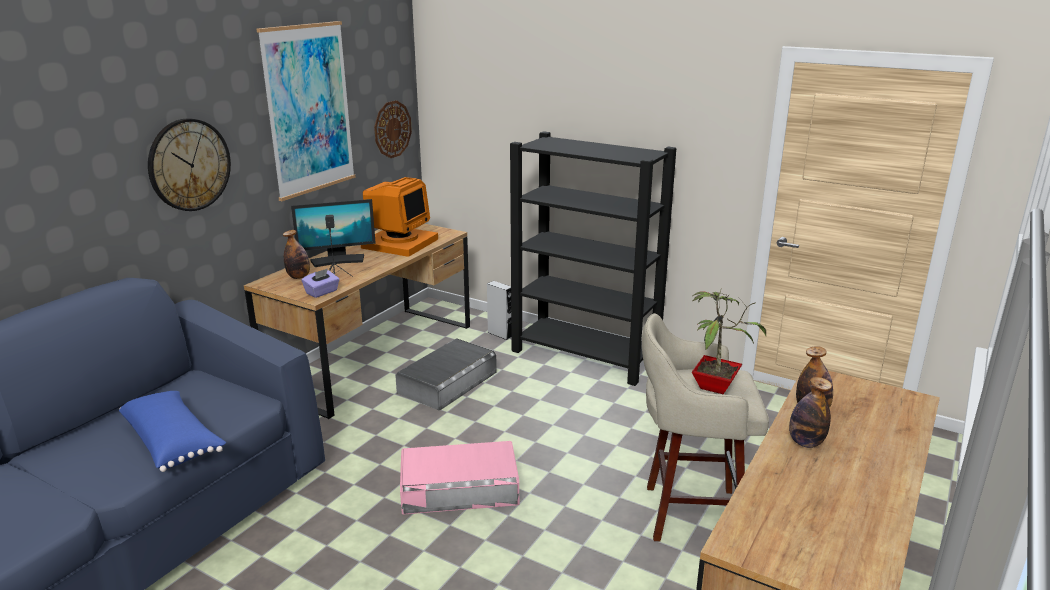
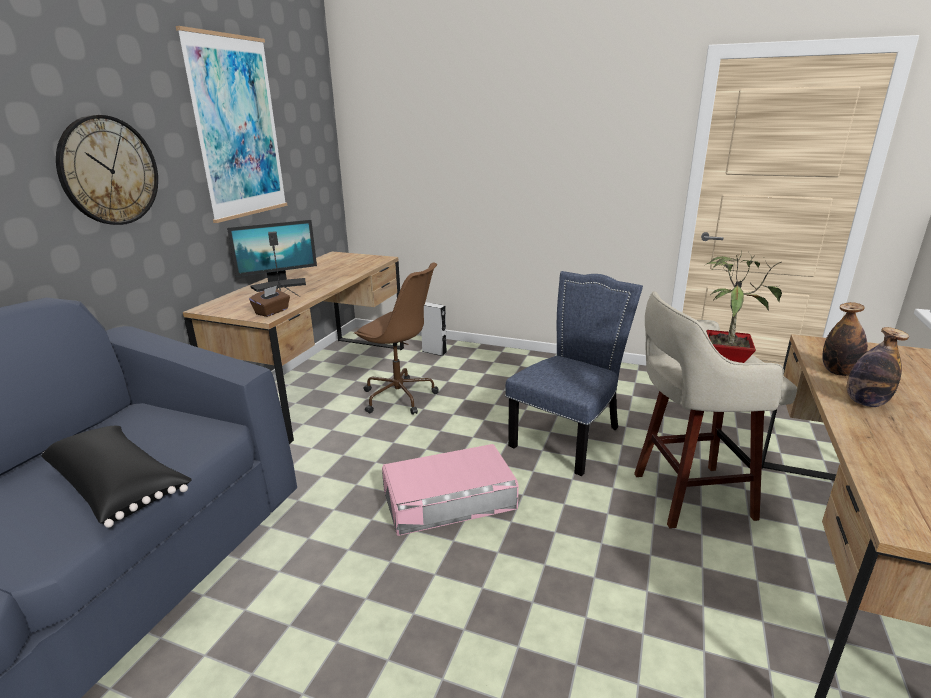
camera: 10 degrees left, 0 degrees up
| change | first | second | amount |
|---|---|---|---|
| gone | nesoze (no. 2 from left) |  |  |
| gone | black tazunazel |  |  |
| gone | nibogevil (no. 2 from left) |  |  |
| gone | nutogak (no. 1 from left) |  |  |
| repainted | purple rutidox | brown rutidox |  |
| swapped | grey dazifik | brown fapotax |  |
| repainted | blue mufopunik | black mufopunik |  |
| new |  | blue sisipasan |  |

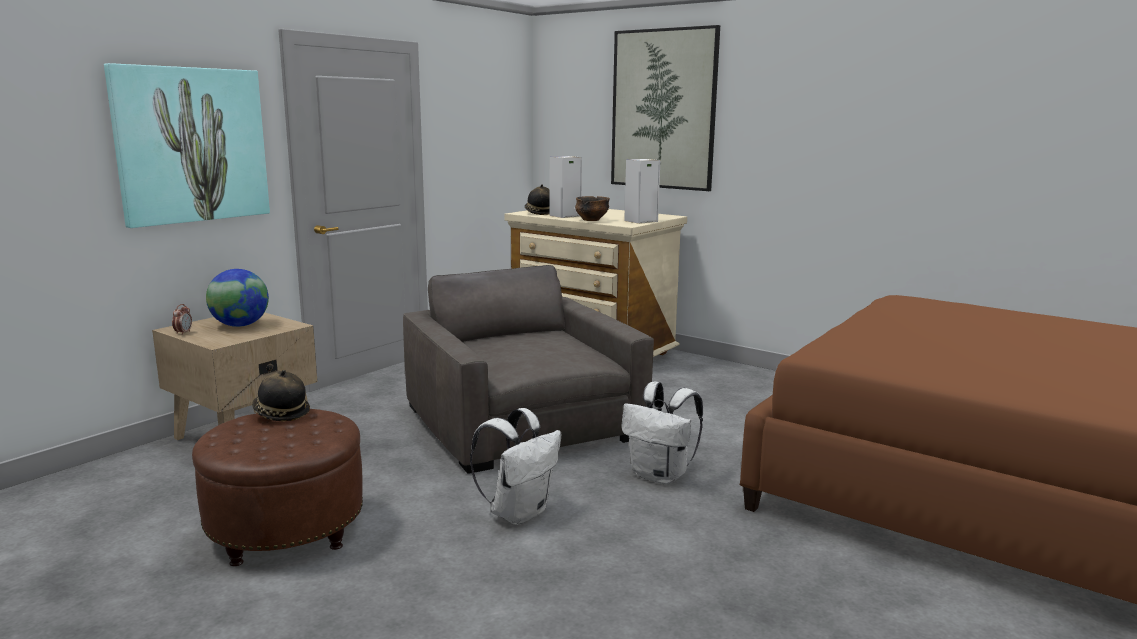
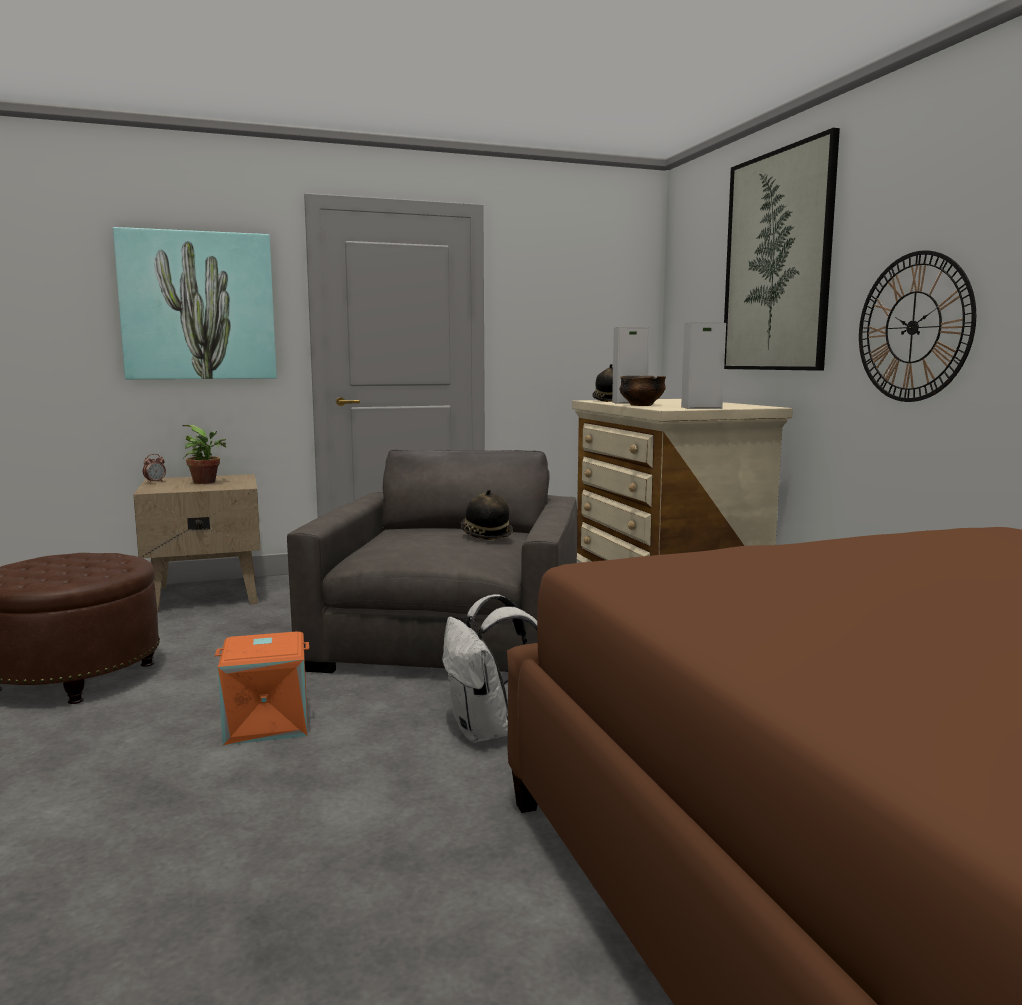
camera: 35 degrees right, 5 degrees down
| change | first | second | amount |
|---|---|---|---|
| swapped | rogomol | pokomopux |  |
| shifted | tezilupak (no. 1 from left) |  |  |
| swapped | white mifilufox (no. 1 from left) | orange dazifik |  |
| new |  | nesoze |  |

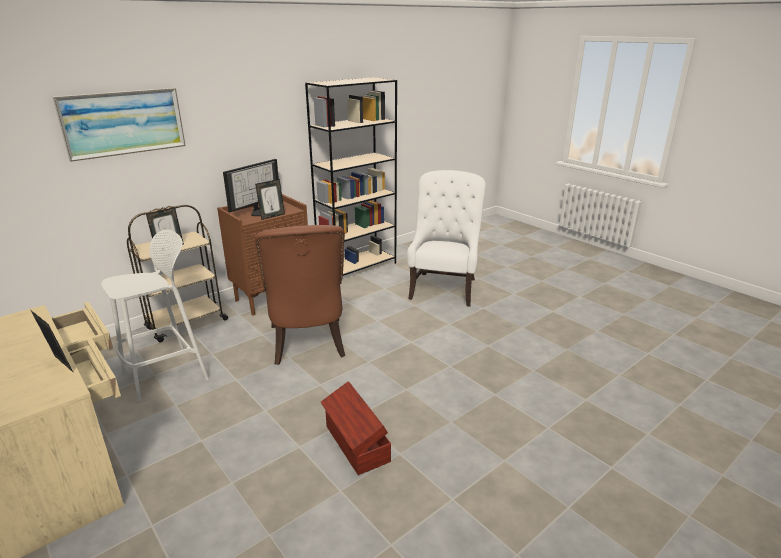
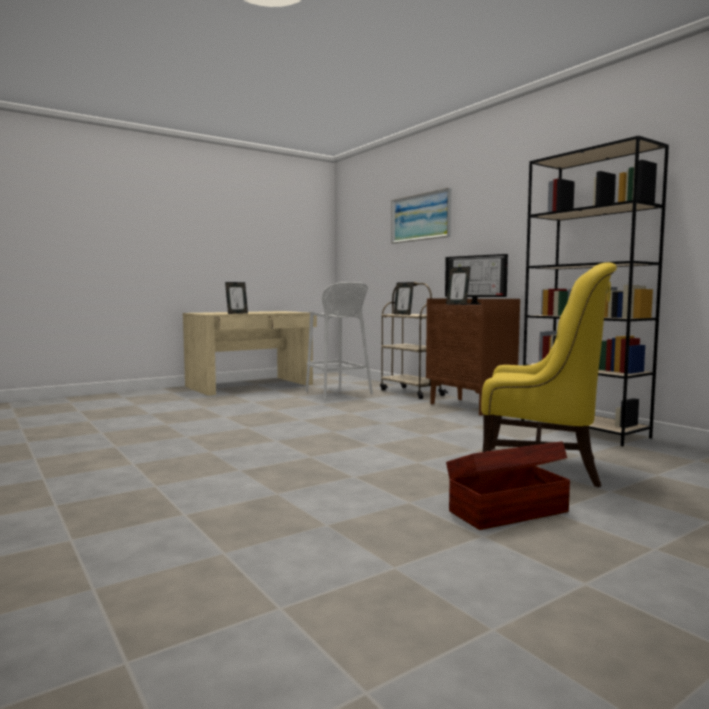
camera: 95 degrees right, 20 degrees down
| change | first | second | amount |
|---|---|---|---|
| repainted | white sisipasan | yellow sisipasan |  |
| gone | brown sisipasan |  |  |
| shifted | brown dazifik |  |  |

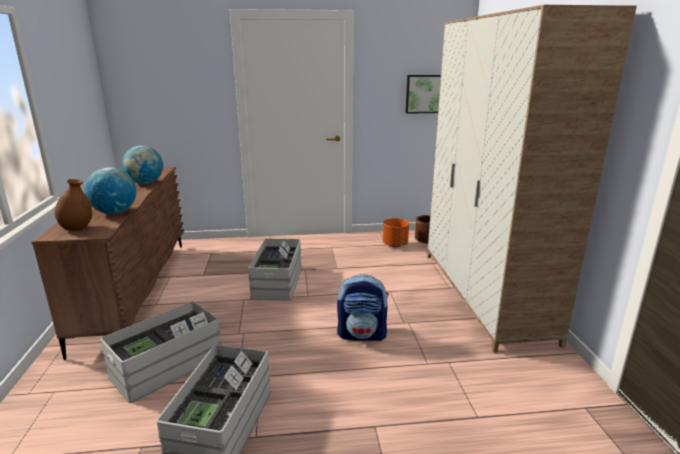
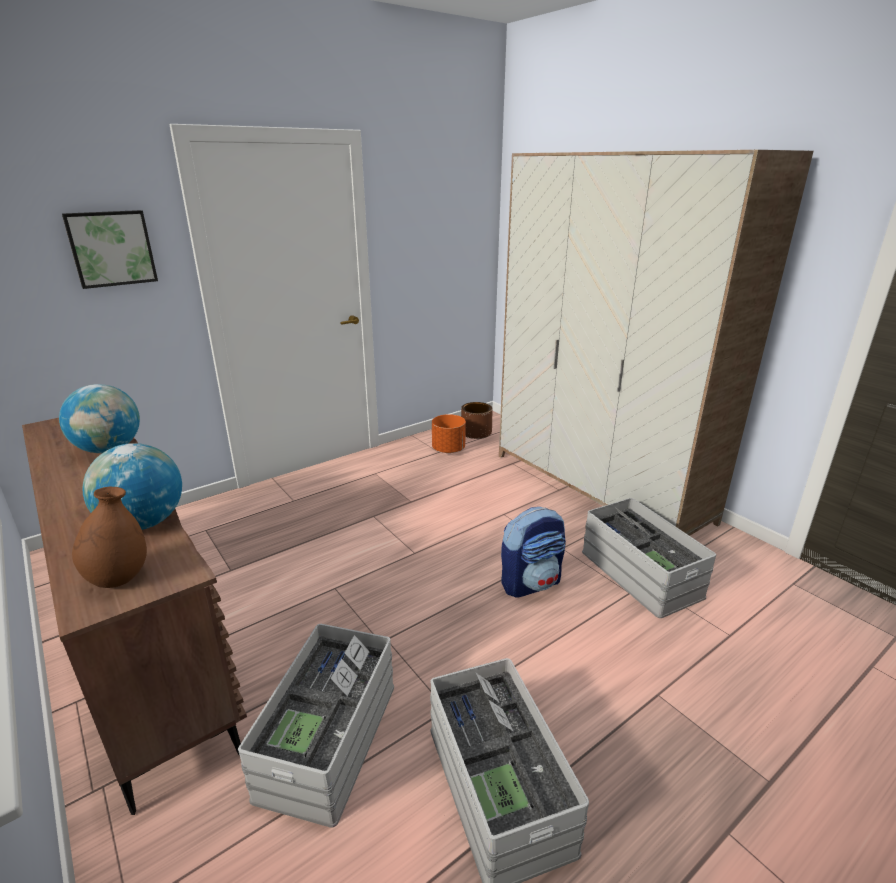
camera: 30 degrees left, 5 degrees up
| change | first | second | amount |
|---|---|---|---|
| shifted | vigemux |  |  |
| shifted | grey dazifik (no. 3 from left) |  |  |

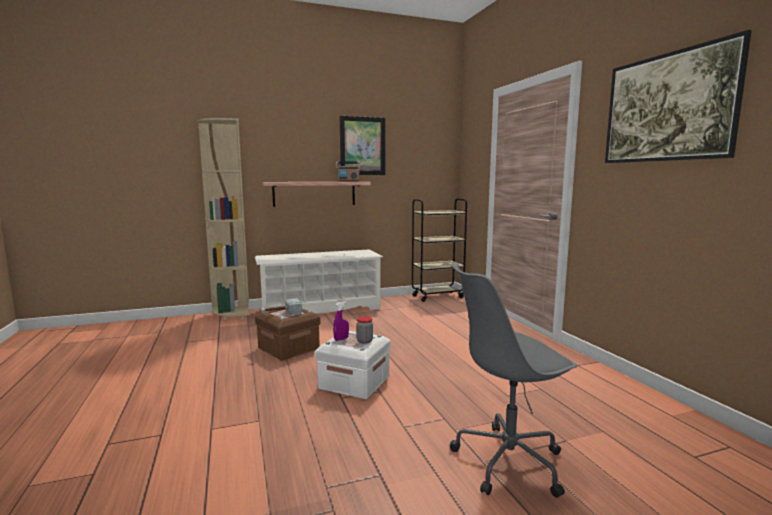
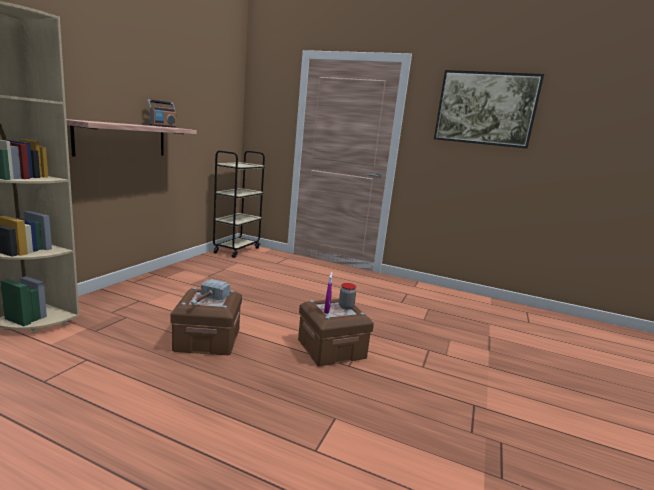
camera: 50 degrees left, 5 degrees up
| change | first | second | amount |
|---|---|---|---|
| gone | vigemux (no. 1 from left) |  |  |
| gone | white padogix |  |  |
| gone | grey fapotax |  |  |
| repainted | white dazifik | brown dazifik (no. 2 from left) |  |

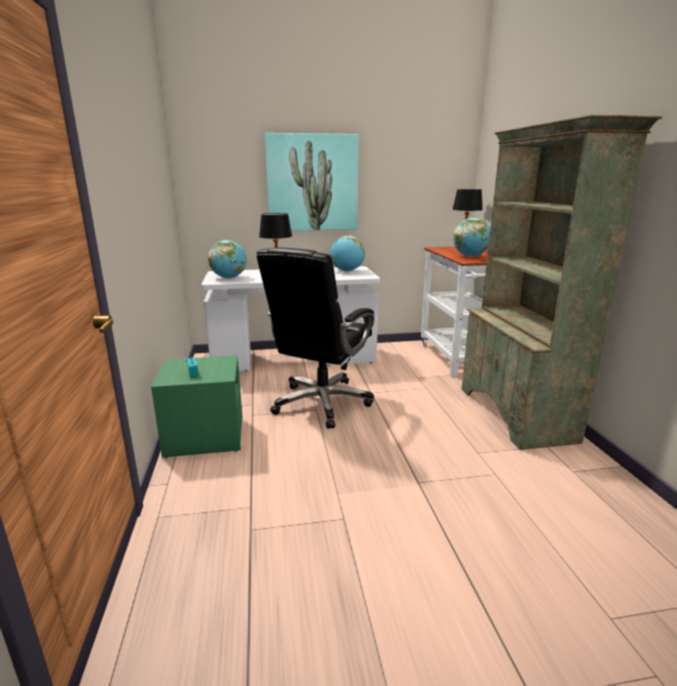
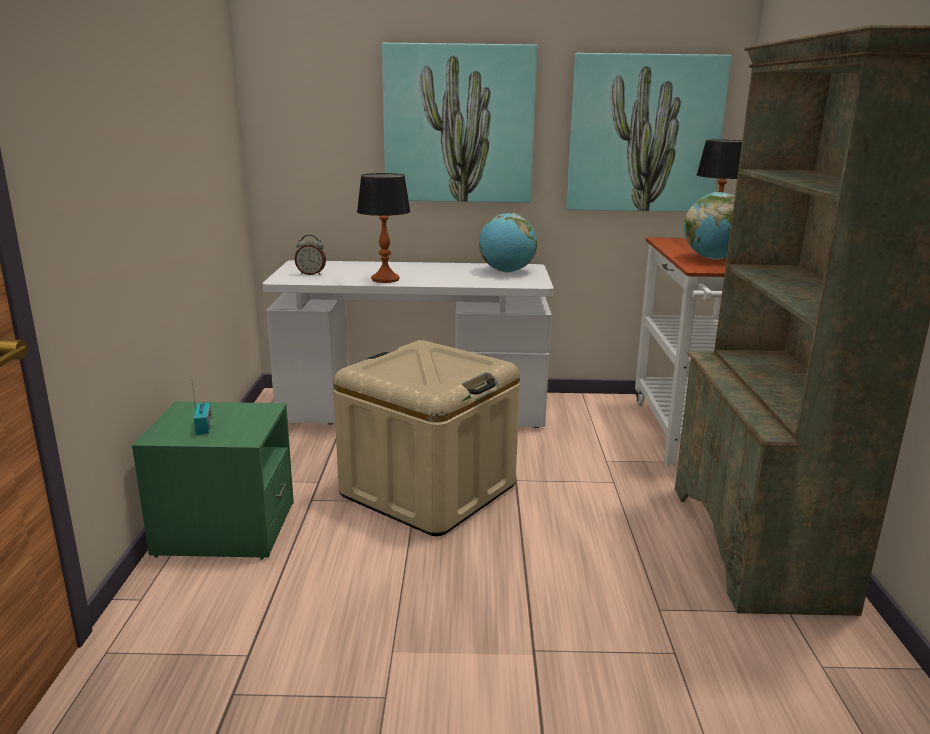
camera: 10 degrees right, 0 degrees up
| change | first | second | amount |
|---|---|---|---|
| swapped | rogomol (no. 1 from left) | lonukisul |  |
| swapped | black fapotax | beige dazifik |  |
| new |  | vigemux (no. 2 from left) |  |

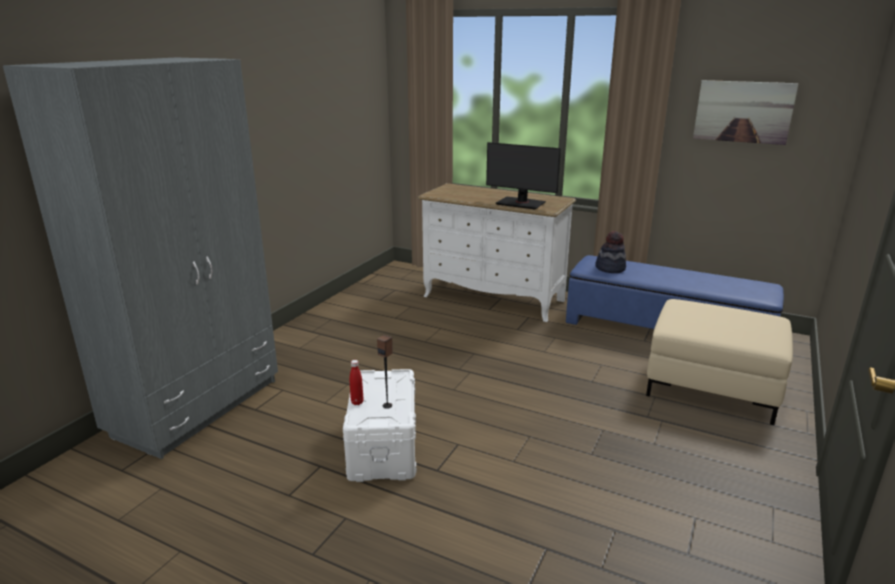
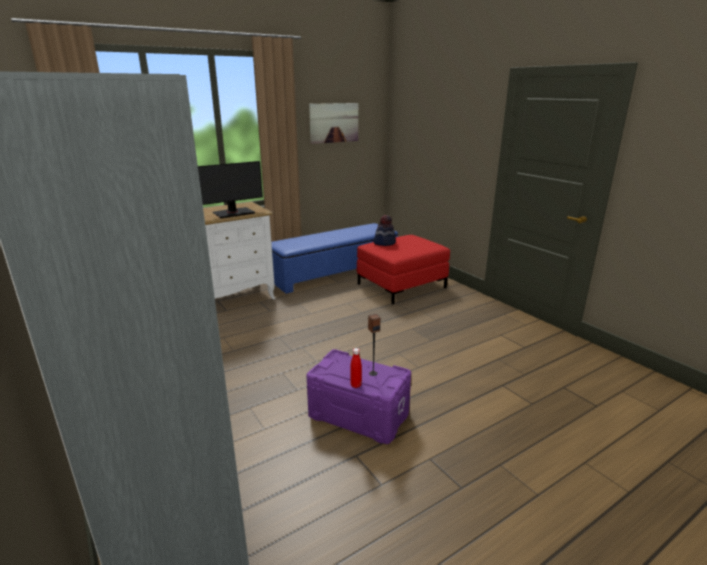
camera: 60 degrees left, 0 degrees up
| change | first | second | amount |
|---|---|---|---|
| shifted | tezilupak |  |  |
| repainted | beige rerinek | red rerinek |  |
| repainted | white dazifik | purple dazifik |  |

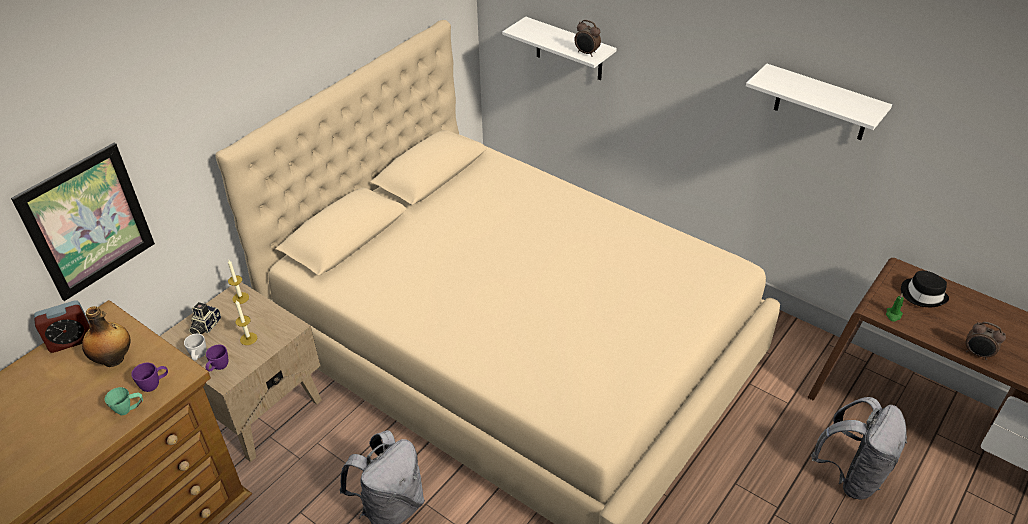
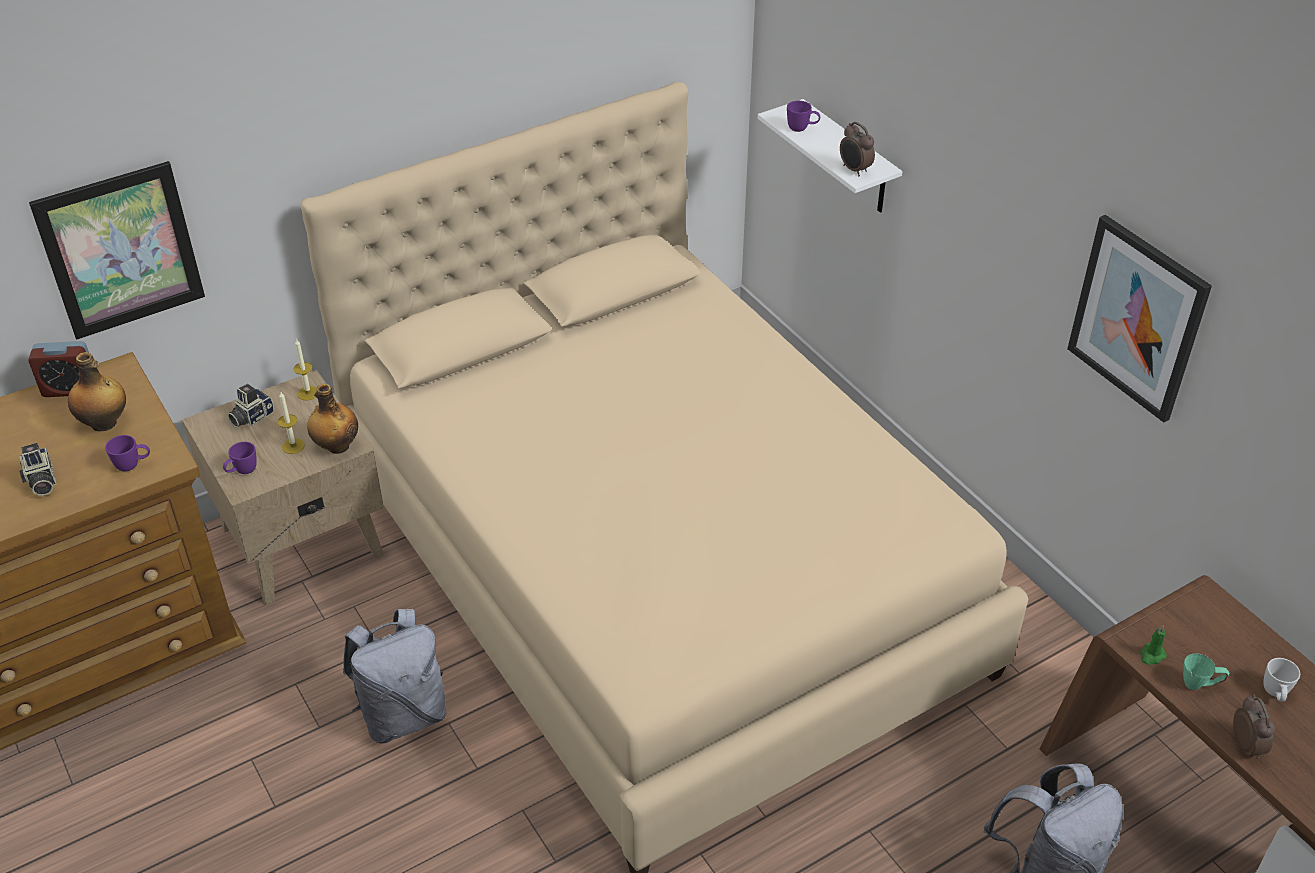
camera: 20 degrees right, 0 degrees up
| change | first | second | amount |
|---|---|---|---|
| swapped | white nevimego (no. 2 from left) | vigemux (no. 2 from left) |  |
| gone | black tezilupak |  |  |
| rotated | lonukisul (no. 3 from left) |  | 150 degrees counterclockwise |
| shifted | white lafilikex |  |  |
| shifted | green lafilikex |  |  |
| new |  | purple lafilikex (no. 3 from left) |  |
| new |  | nutogak (no. 2 from left) |  |
| new |  | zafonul (no. 1 from left) |  |

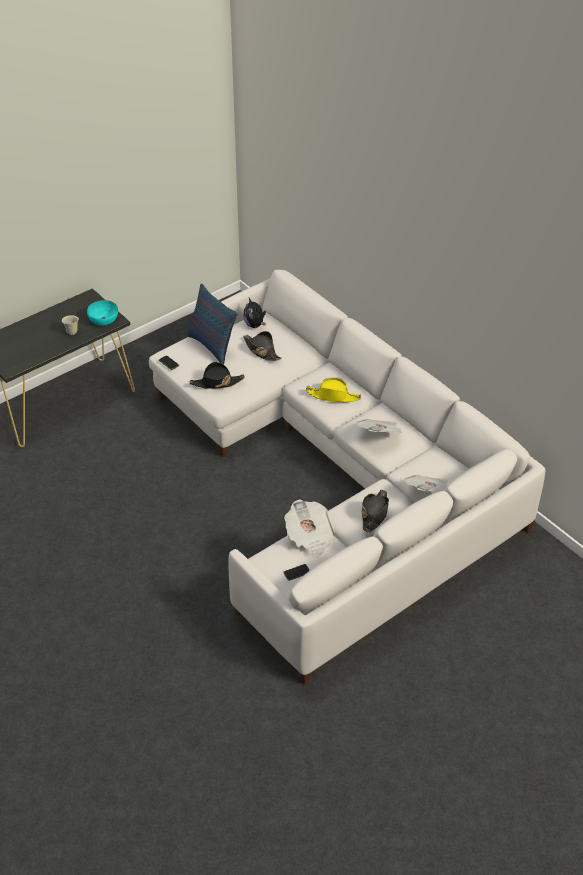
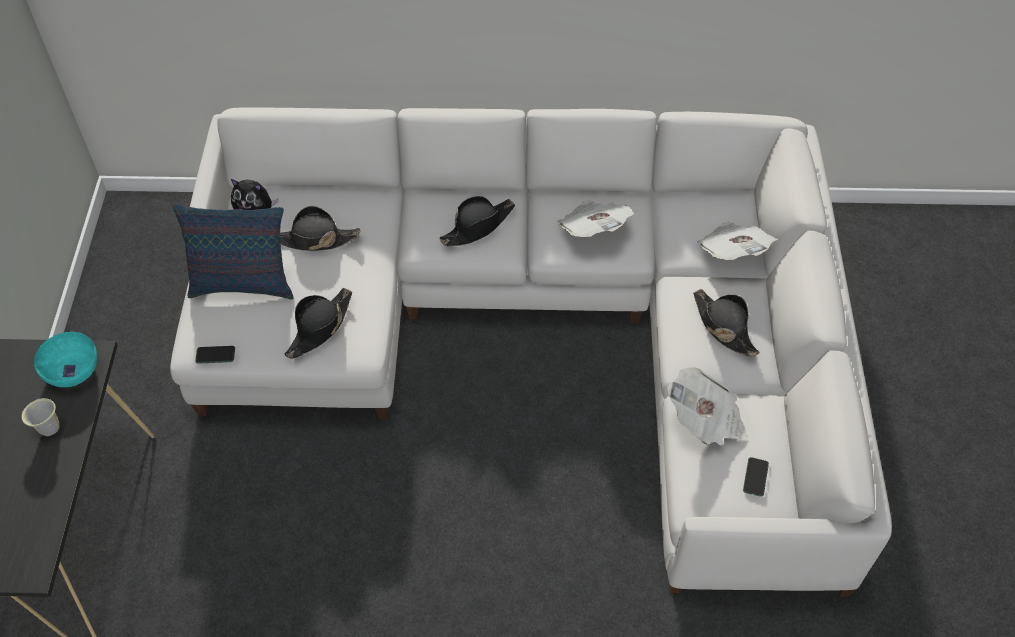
camera: 50 degrees left, 10 degrees up
| change | first | second | amount |
|---|---|---|---|
| repainted | yellow tezilupak | black tezilupak (no. 3 from left) |  |

